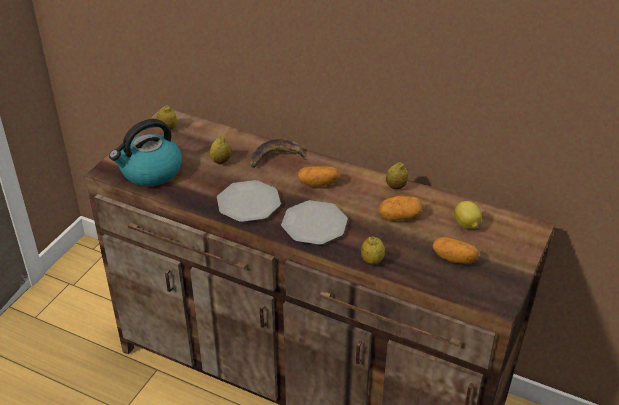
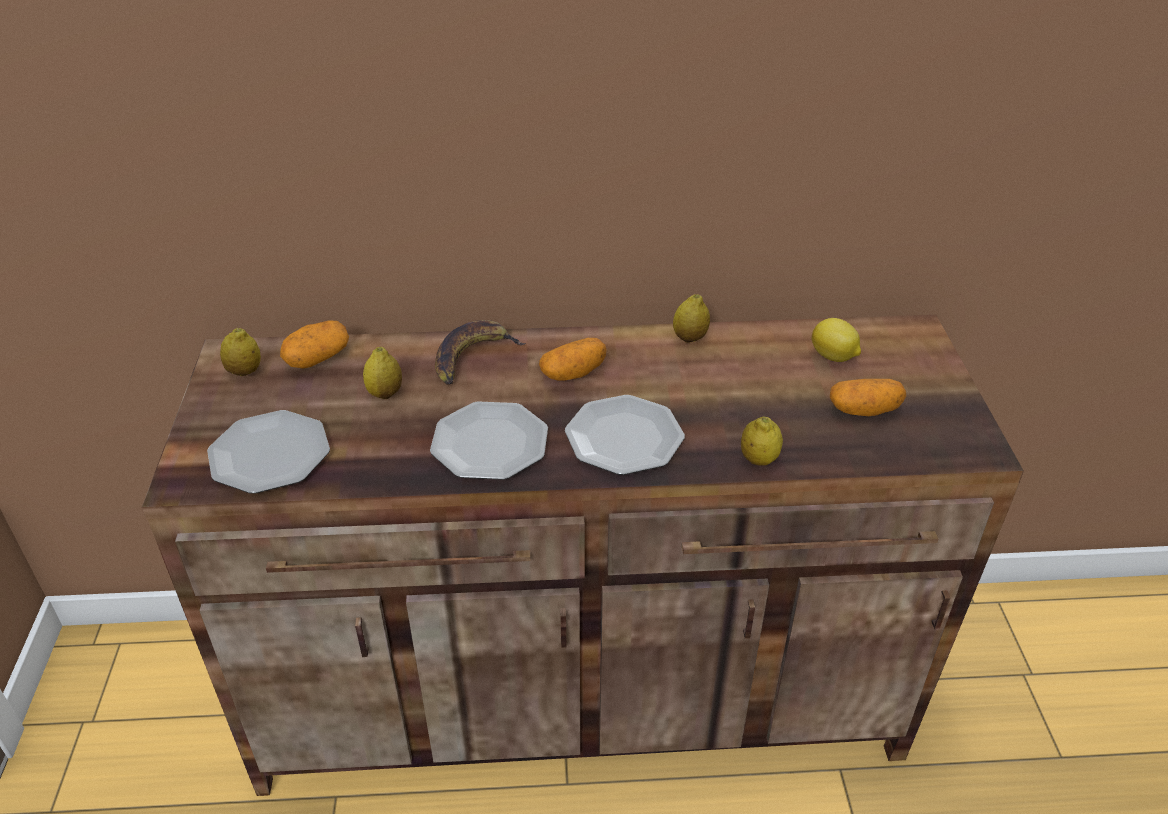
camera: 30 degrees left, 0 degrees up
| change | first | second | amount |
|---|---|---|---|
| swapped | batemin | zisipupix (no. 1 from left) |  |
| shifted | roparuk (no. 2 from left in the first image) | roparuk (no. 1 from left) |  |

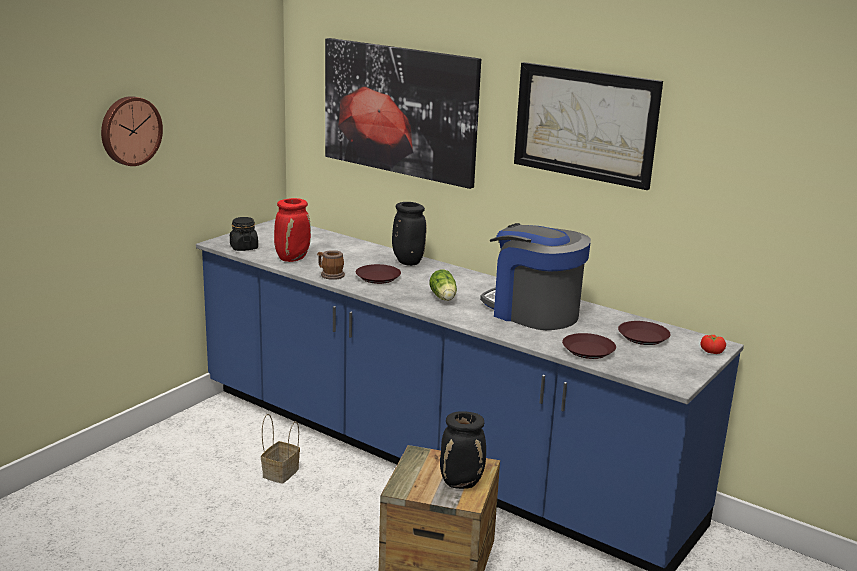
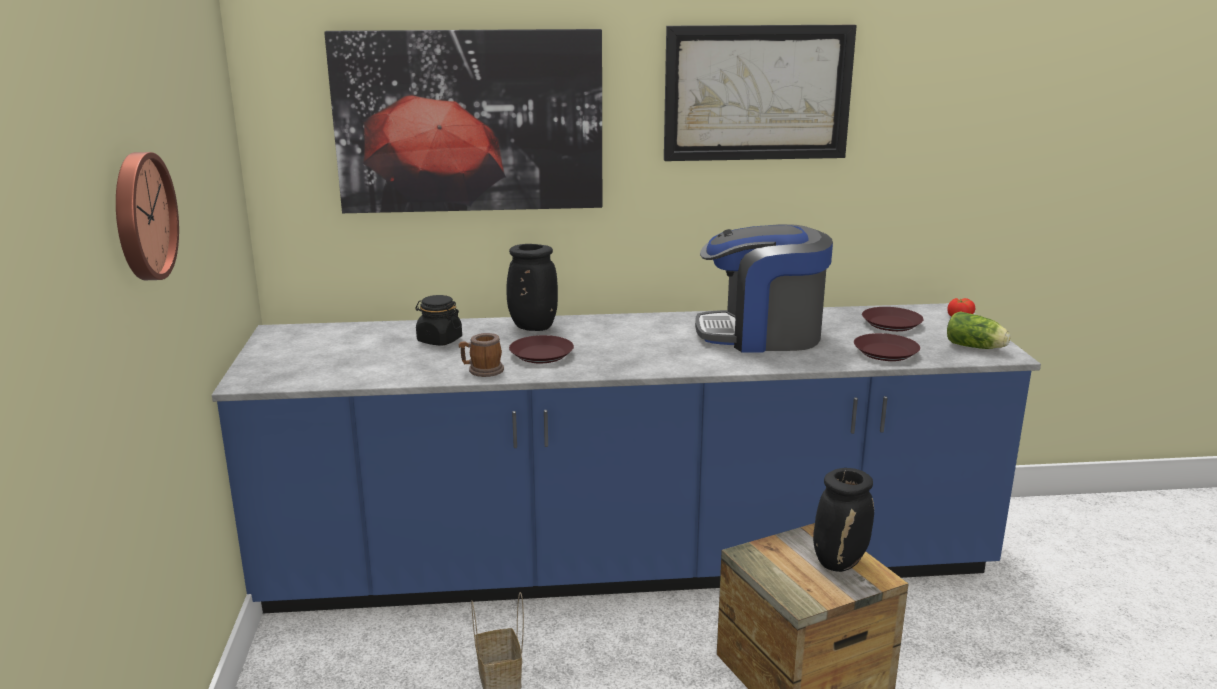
camera: 40 degrees left, 0 degrees up
| change | first | second | amount |
|---|---|---|---|
| gone | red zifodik |  |  |
| shifted | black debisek |  |  |
| shifted | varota |  |  |

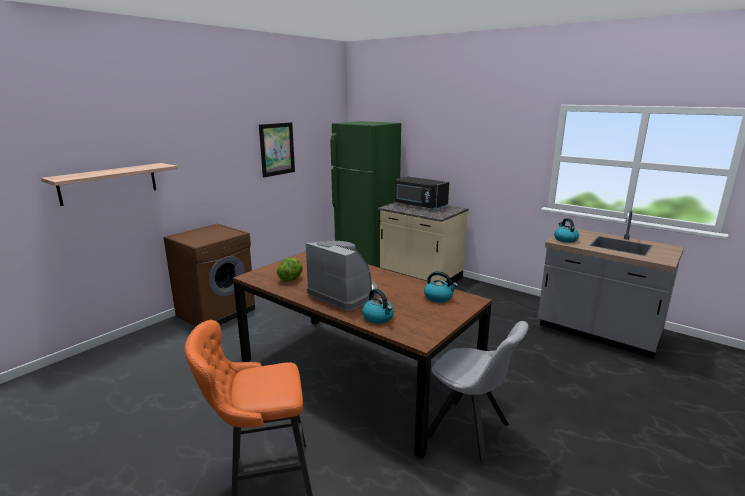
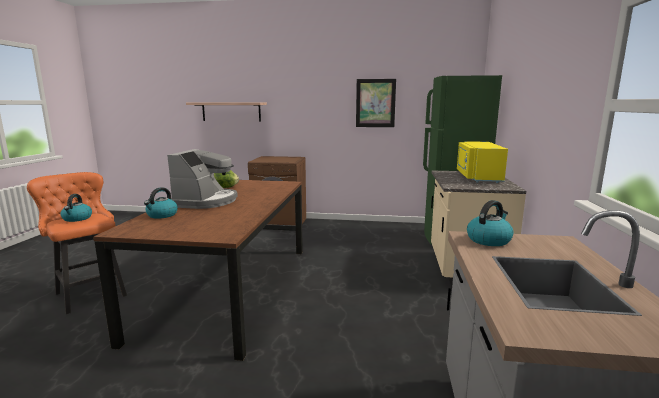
camera: 60 degrees right, 5 degrees down
| change | first | second | amount |
|---|---|---|---|
| repainted | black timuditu | yellow timuditu |  |
| shifted | batemin (no. 2 from left in the first image) | batemin (no. 1 from left) |  |
| gone | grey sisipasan |  |  |

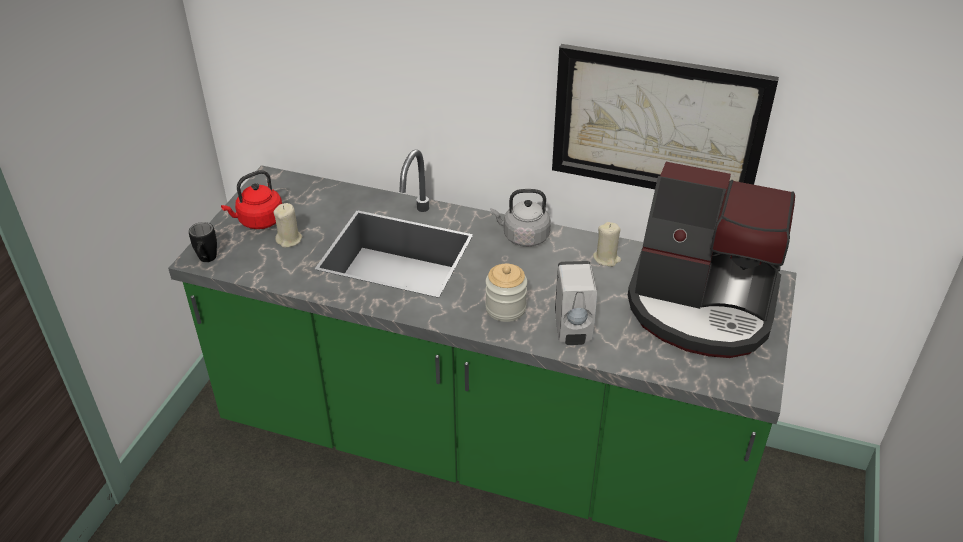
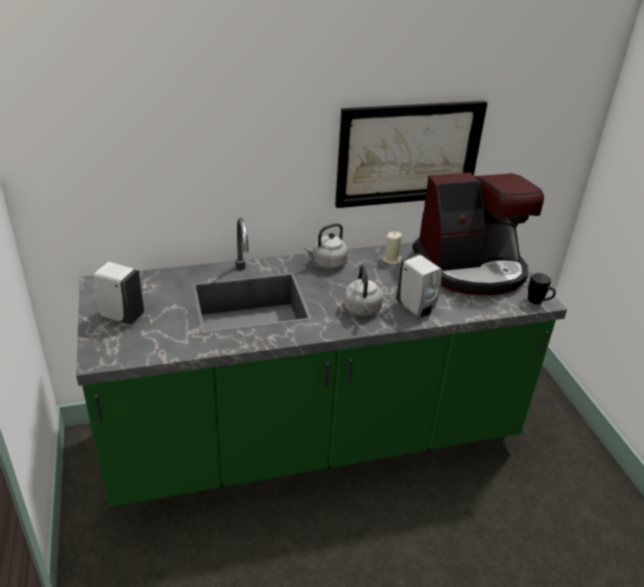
camera: 35 degrees left, 5 degrees down
| change | first | second | amount |
|---|---|---|---|
| swapped | red batemin | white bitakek (no. 1 from left) |  |
| gone | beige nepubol (no. 1 from left) |  |  |
| shifted | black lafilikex |  |  |
| swapped | debisek | grey batemin (no. 2 from left) |  |

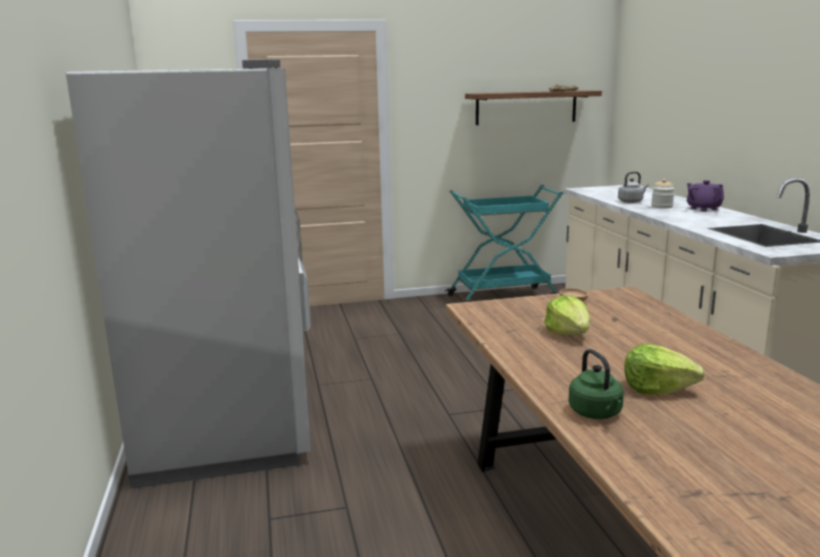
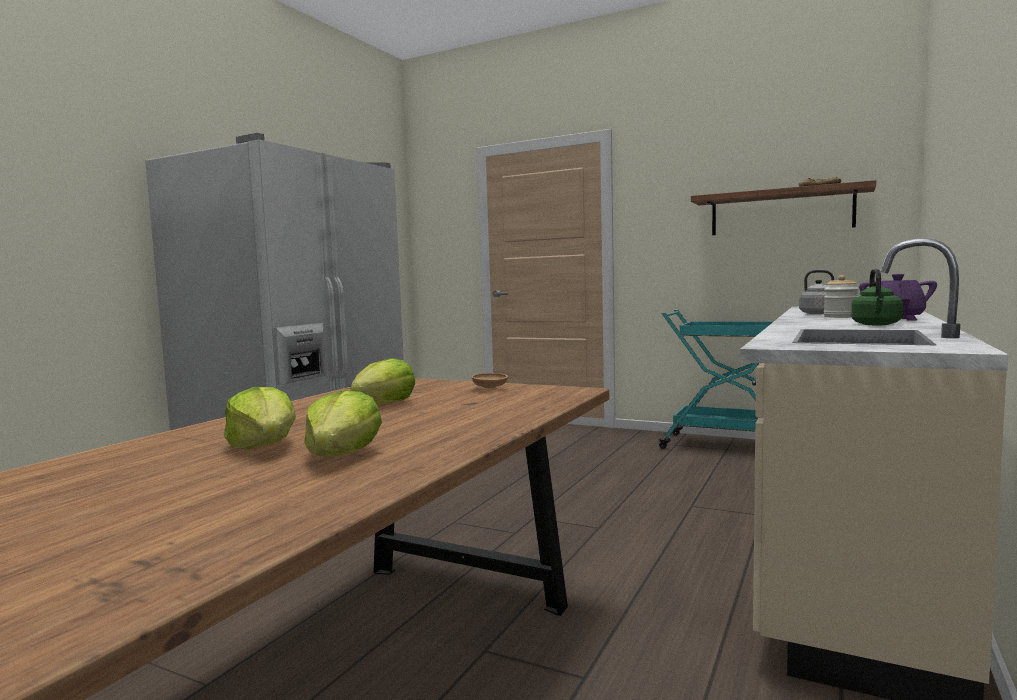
camera: 40 degrees right, 10 degrees down
| change | first | second | amount |
|---|---|---|---|
| shifted | green batemin |  |  |
| new |  | varota (no. 2 from left) |  |

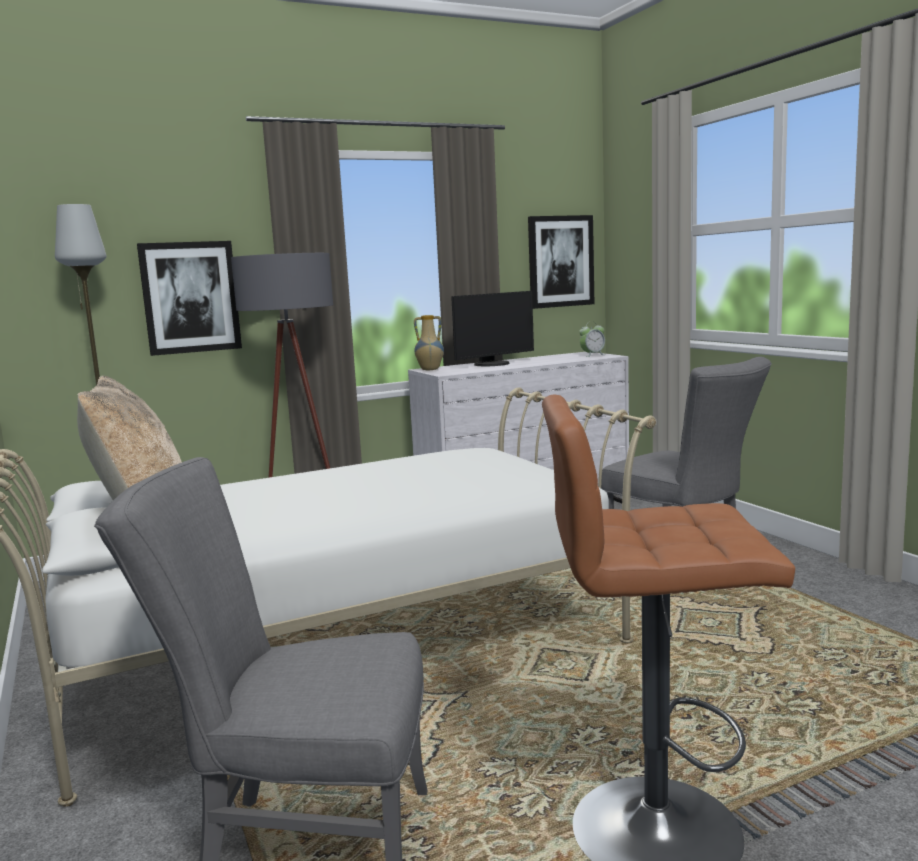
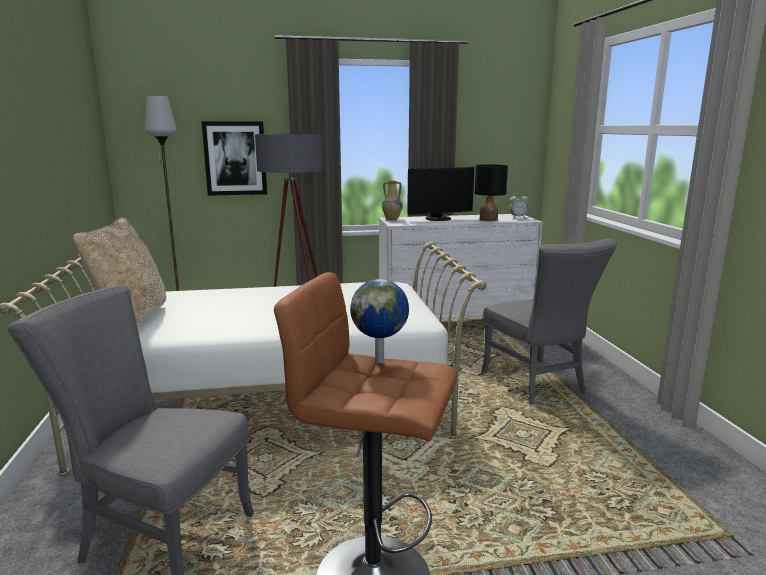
camera: 15 degrees right, 5 degrees up
| change | first | second | amount |
|---|---|---|---|
| gone | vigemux (no. 2 from left) |  |  |
| new |  | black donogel |  |
| new |  | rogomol |  |

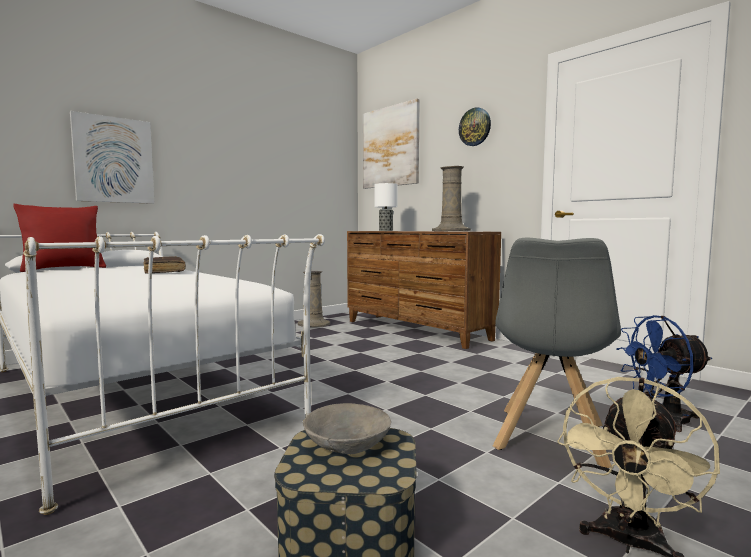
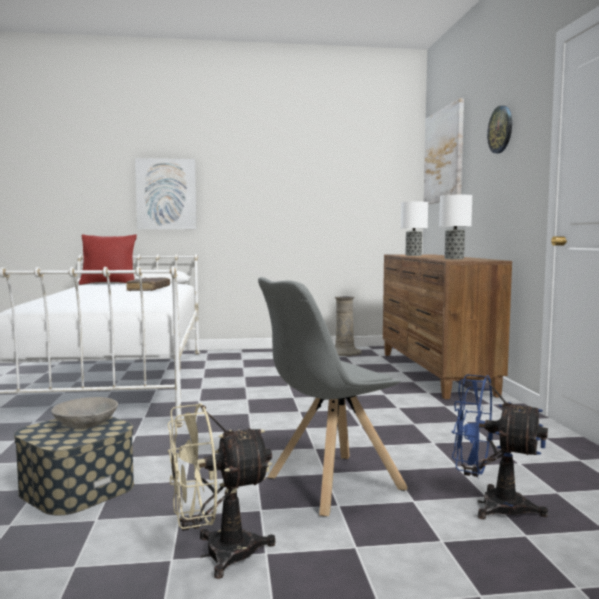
camera: 35 degrees right, 0 degrees up
| change | first | second | amount |
|---|---|---|---|
| swapped | beige zifodik (no. 2 from left) | donogel (no. 2 from left) |  |

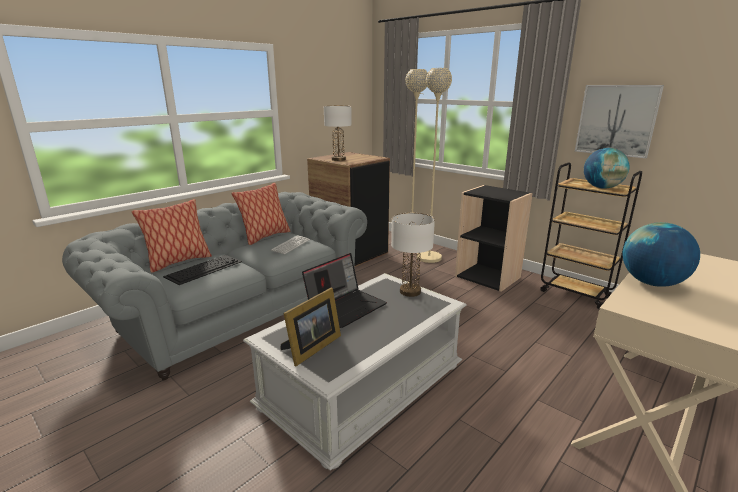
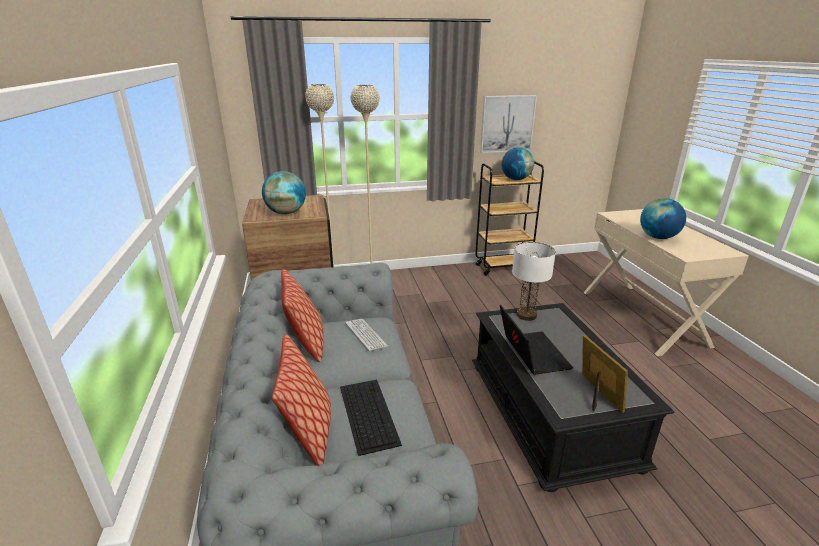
camera: 55 degrees left, 5 degrees up
| change | first | second | amount |
|---|---|---|---|
| swapped | donogel (no. 1 from left) | rogomol (no. 1 from left) |  |
| gone | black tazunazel |  |  |
| repainted | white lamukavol | black lamukavol |  |

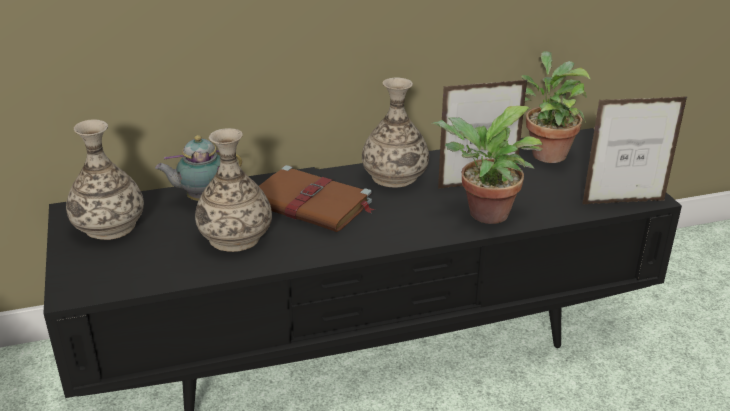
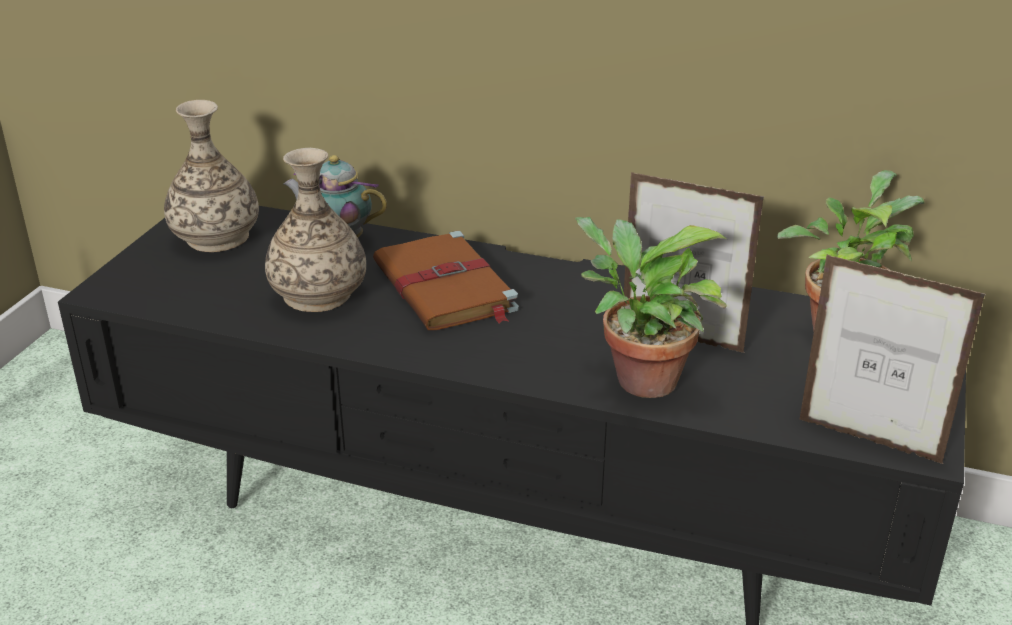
camera: 35 degrees right, 0 degrees up
| change | first | second | amount |
|---|---|---|---|
| gone | zifodik (no. 3 from left) |  |  |

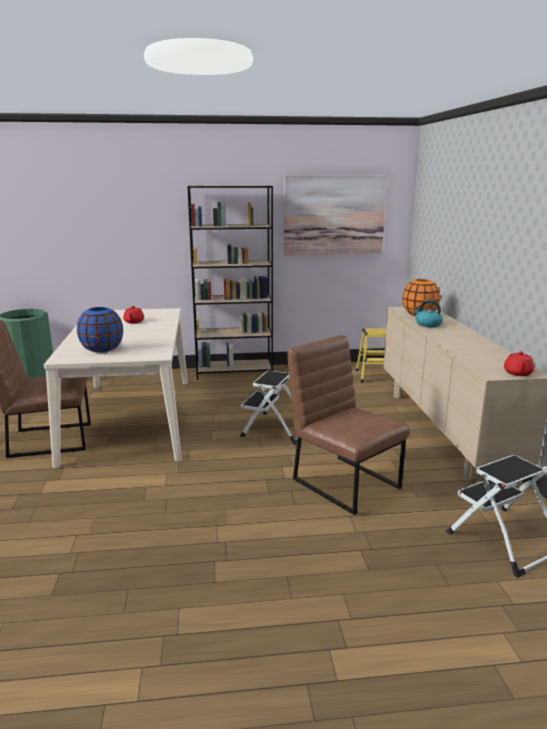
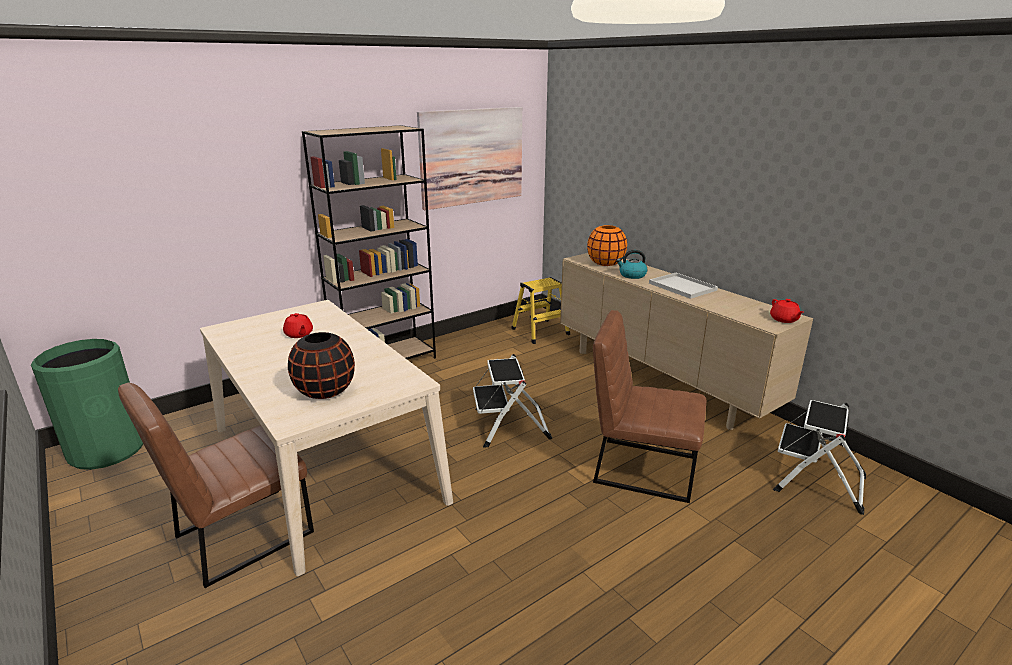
camera: 30 degrees left, 5 degrees up
| change | first | second | amount |
|---|---|---|---|
| repainted | blue zifodik | black zifodik |  |
| new |  | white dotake |  |

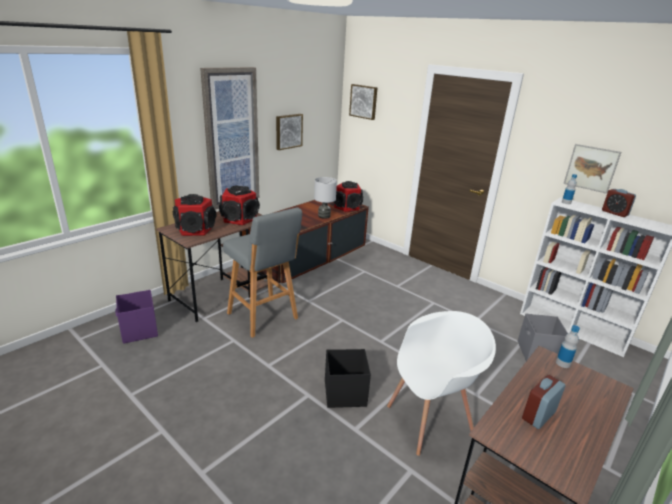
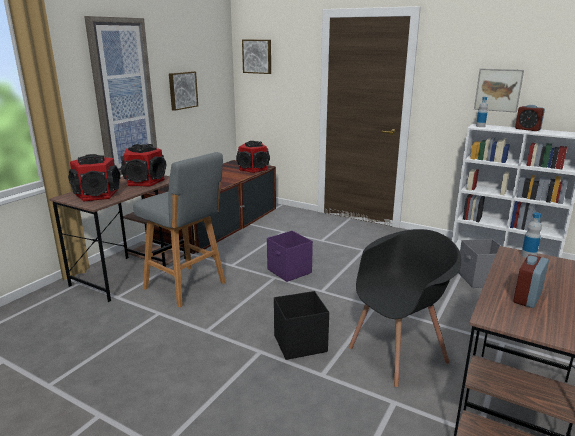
camera: 10 degrees left, 5 degrees down
| change | first | second | amount |
|---|---|---|---|
| gone | grey donogel |  |  |
| shifted | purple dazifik |  |  |
| repainted | white sisipasan | black sisipasan |  |

